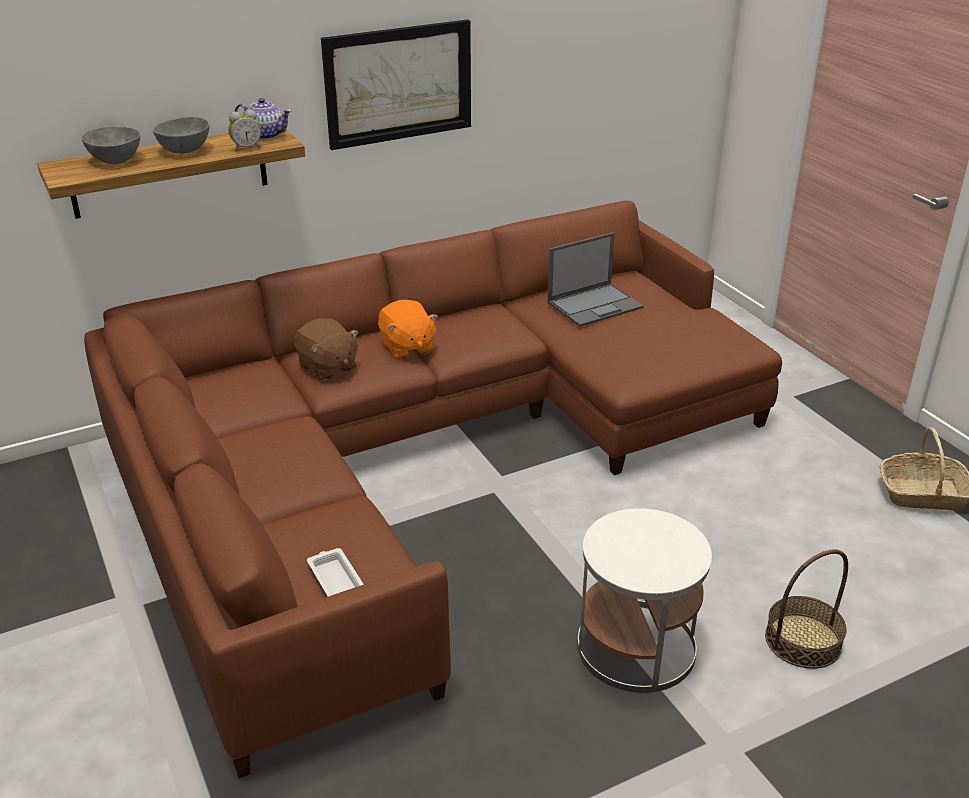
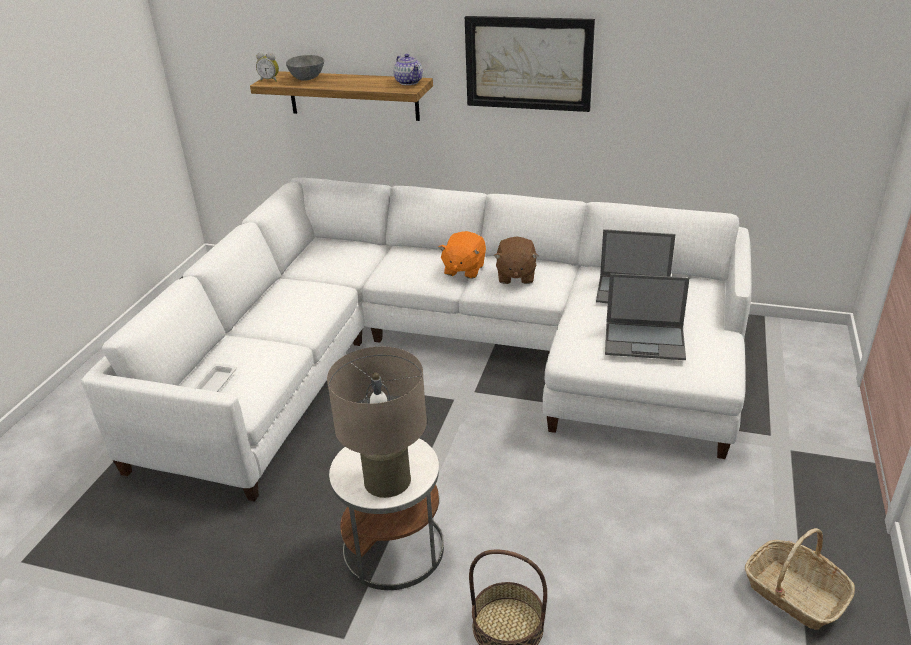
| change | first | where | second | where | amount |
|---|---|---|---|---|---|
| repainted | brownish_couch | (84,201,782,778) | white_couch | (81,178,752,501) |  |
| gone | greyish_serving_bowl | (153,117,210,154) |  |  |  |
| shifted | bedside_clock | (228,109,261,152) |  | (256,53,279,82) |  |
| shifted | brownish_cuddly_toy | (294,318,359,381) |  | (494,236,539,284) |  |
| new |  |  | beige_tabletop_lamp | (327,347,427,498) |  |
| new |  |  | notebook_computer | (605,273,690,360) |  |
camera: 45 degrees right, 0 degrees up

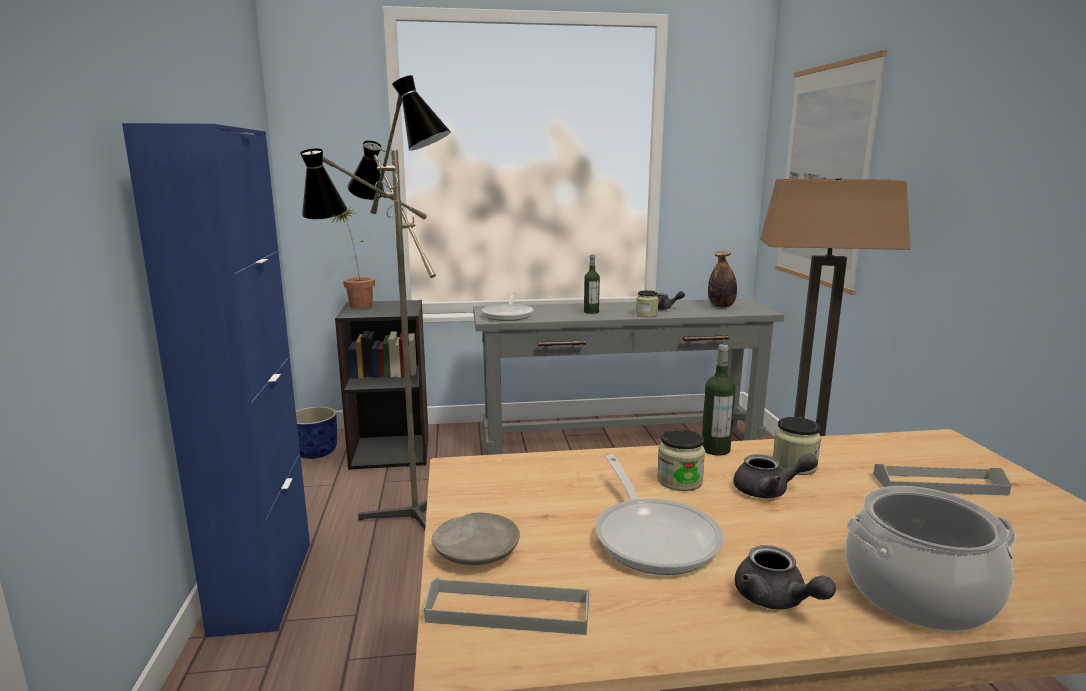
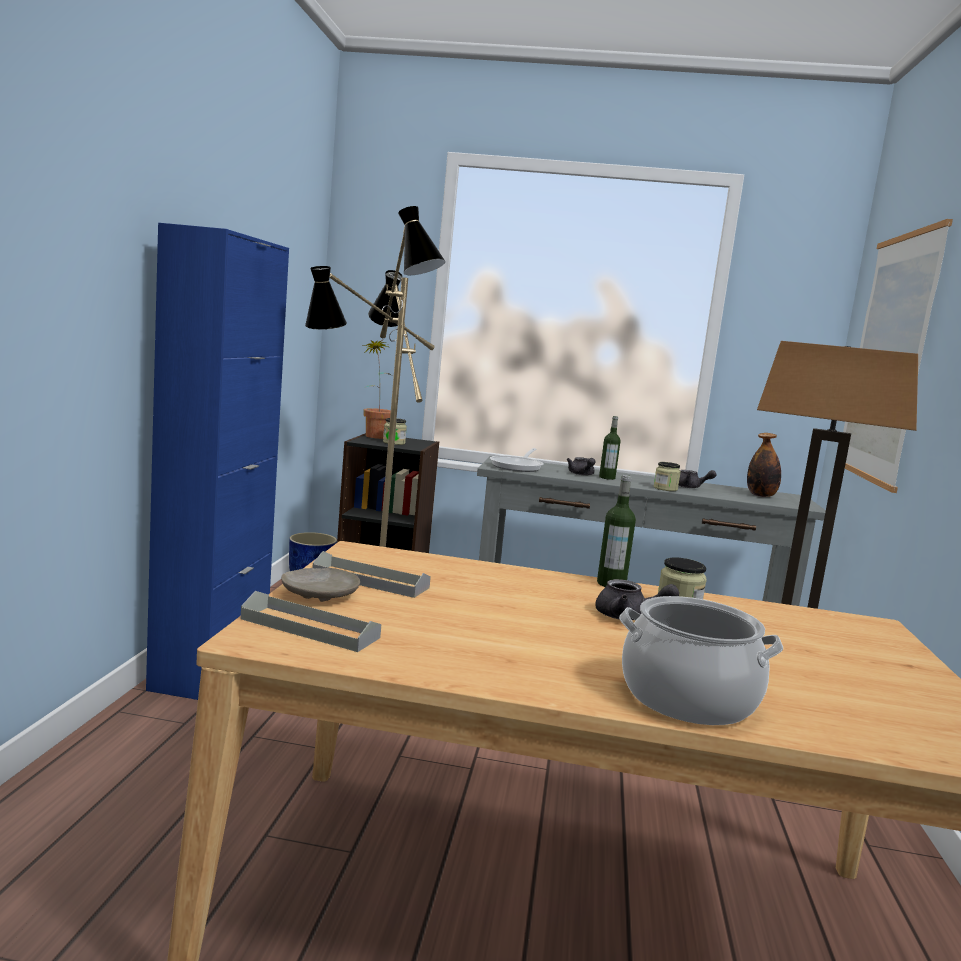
| change | first | where | second | where | amount |
|---|---|---|---|---|---|
| gone | skillet | (595,455,724,575) |  |  |  |
| shifted | preserve_jar | (657,430,705,491) |  | (383,418,407,445) |  |
| shifted | greyish_tea_pot | (735,545,836,610) |  | (567,457,596,476) |  |
| shifted | greyish_carrying_tray | (873,464,1012,496) |  | (312,551,431,598) |  |
camera: 15 degrees right, 5 degrees down

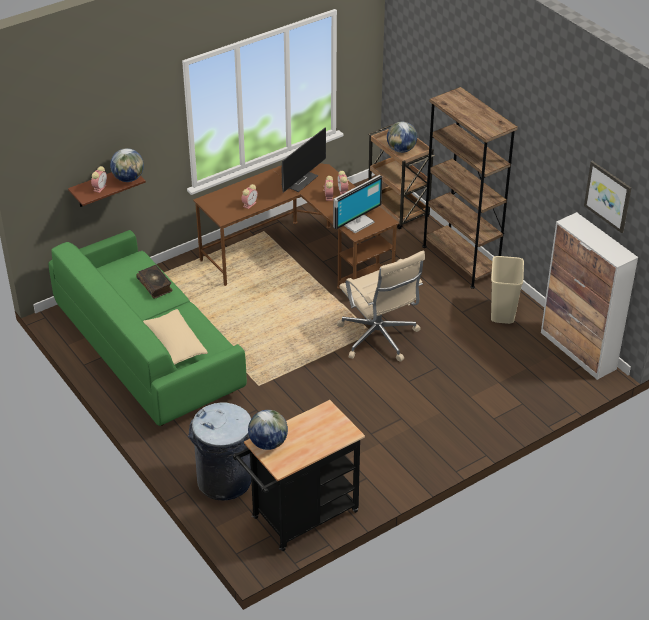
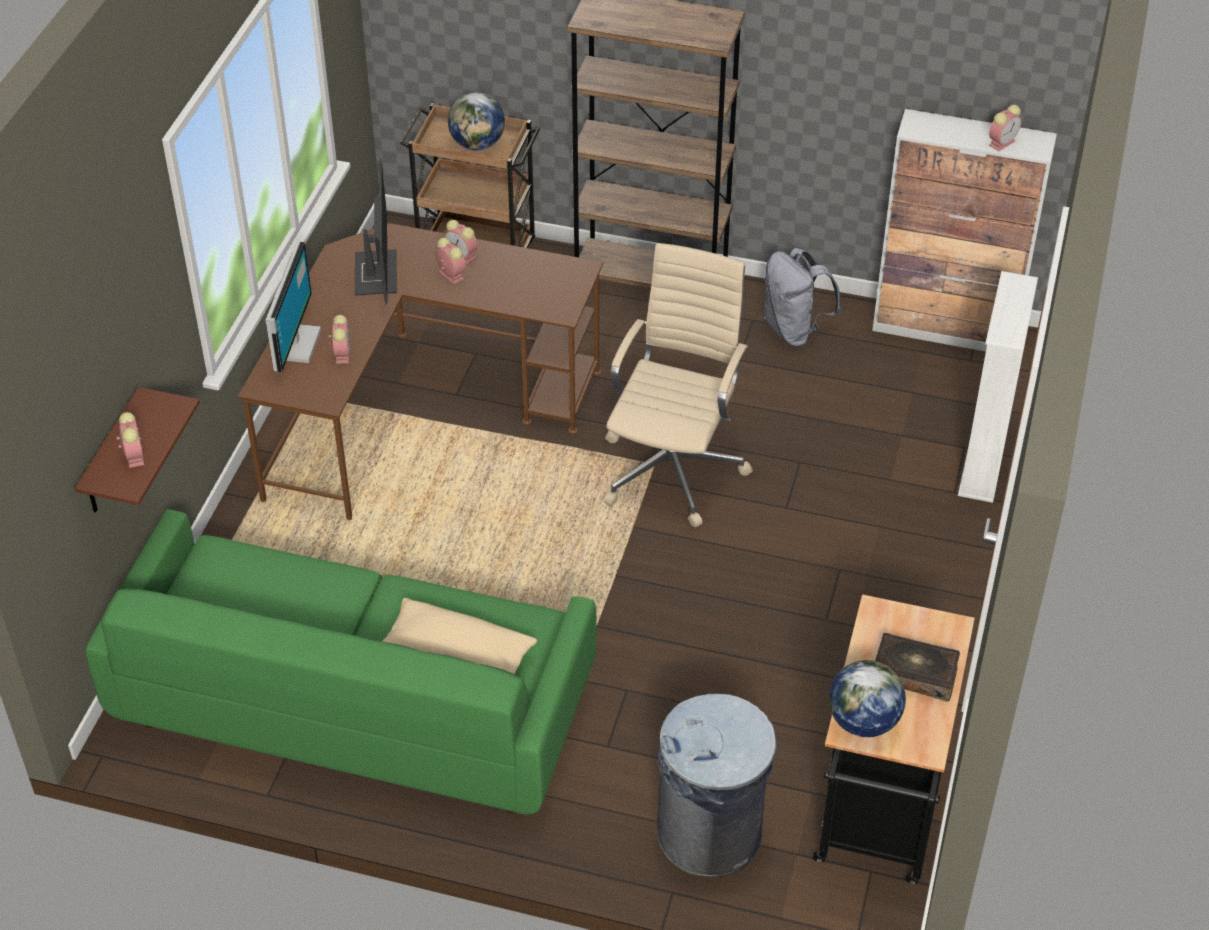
| change | first | where | second | where | amount |
|---|---|---|---|---|---|
| gone | world_globe | (110,148,144,182) |  |  |  |
| shifted | bound_book | (136,265,173,299) |  | (875,633,960,701) |  |
| shifted | computer_screen | (333,175,382,233) |  | (265,241,321,372) |  |
| rotated | beige_office_chair | (337,250,425,362) |  | (604,243,753,528) | 90 degrees counterclockwise |
| swapped | beige_waste_bin | (491,256,524,324) | greyish_backpack | (763,248,841,347) |  |
| gone | wall_picture | (584,161,631,233) |  |  |  |
| new |  |  | white_bookcase | (958,271,1038,503) |  |
| new |  |  | bedside_clock | (989,105,1021,151) |  |
camera: 40 degrees left, 5 degrees up

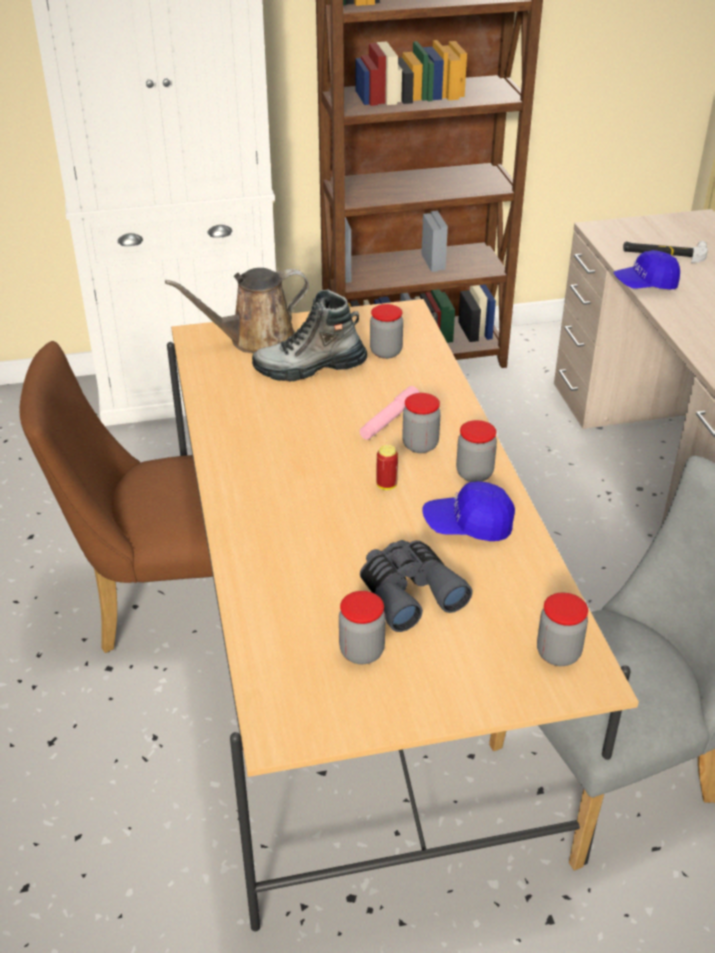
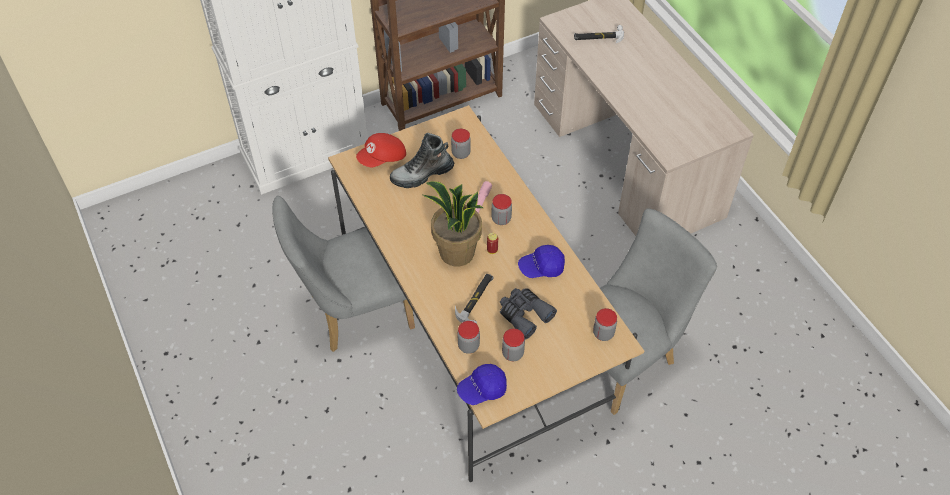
| change | first | where | second | where | amount |
|---|---|---|---|---|---|
| repainted | brownish_plain_chair | (20,341,213,653) | greyish_plain_chair | (272,196,415,352) |  |
| swapped | brownish_sprinkling_can | (165,268,309,353) | red-coloured_cap | (356,133,406,167) |  |
| shifted | preserve_jar | (456,420,497,482) |  | (458,321,480,354) |  |
| shifted | blue-coloured_cap | (613,250,680,289) |  | (457,364,507,405) |  |
| new |  |  | potted_plant | (423,181,483,266) |  |
| new |  |  | hand_hammer | (455,274,494,324) |  |
camera: 15 degrees left, 15 degrees up

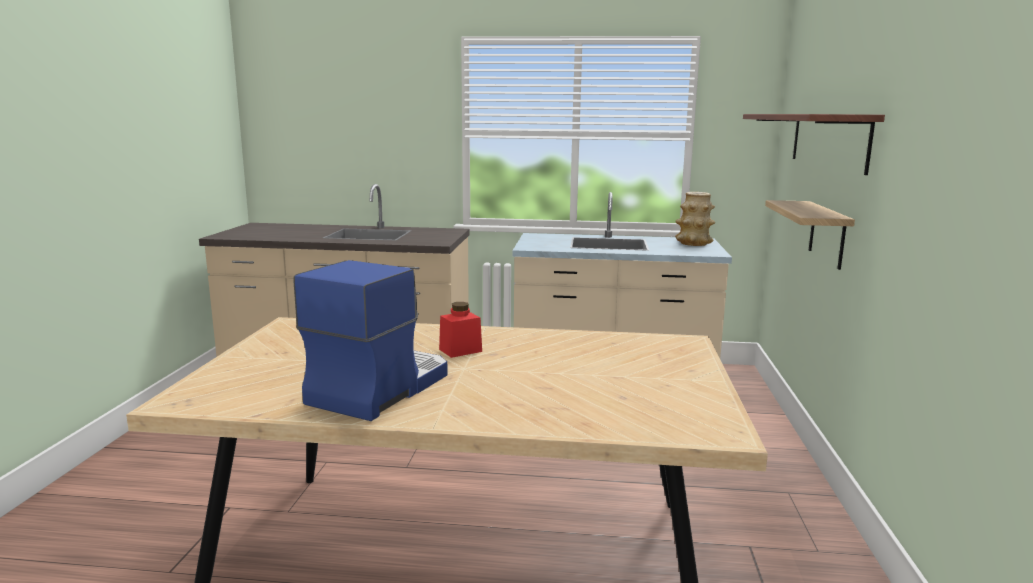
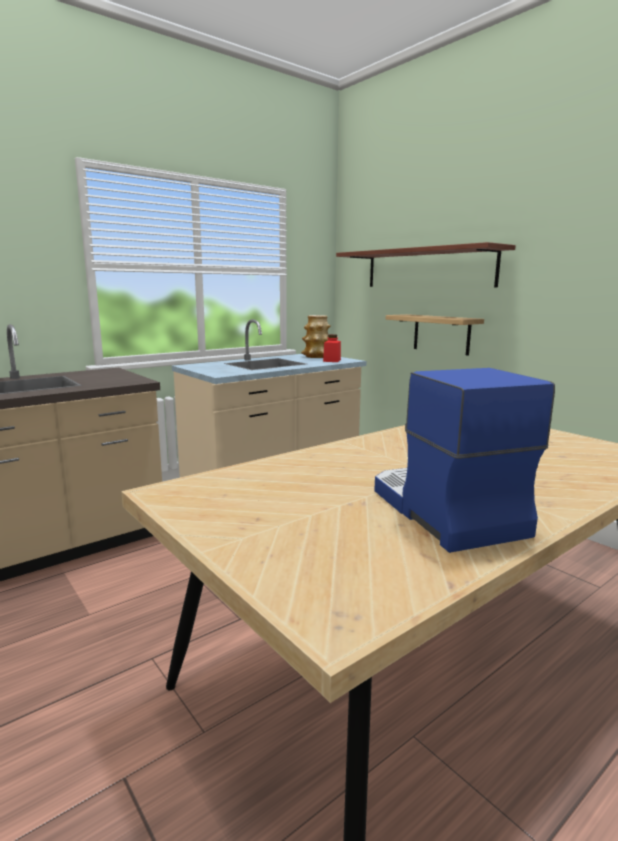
| change | first | where | second | where | amount |
|---|---|---|---|---|---|
| shifted | red-coloured_preserve_jar | (439,302,482,358) |  | (323,334,341,362) |  |
camera: 45 degrees left, 0 degrees up

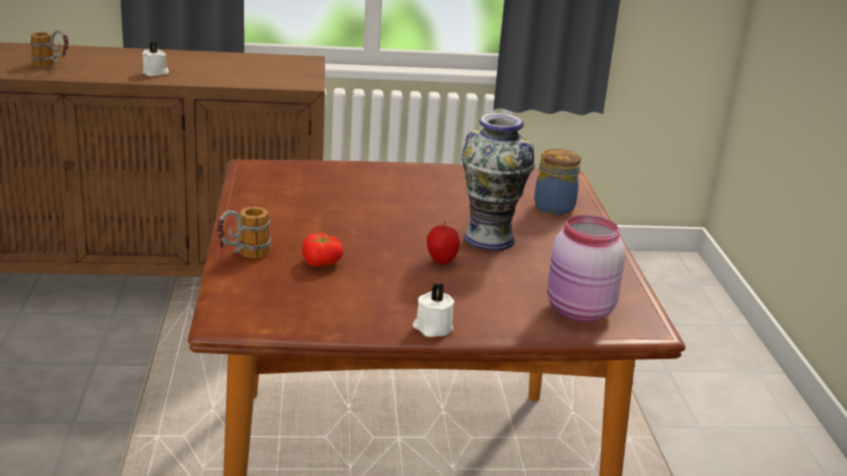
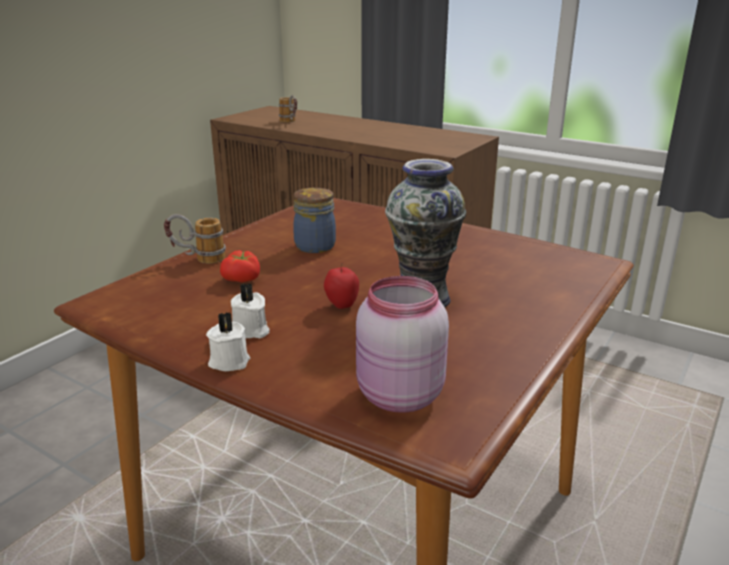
| change | first | where | second | where | amount |
|---|---|---|---|---|---|
| shifted | white_candle | (142,41,169,76) |  | (231,283,270,338) |  |
| shifted | preserve_jar | (534,149,581,215) |  | (293,188,336,253) |  |
camera: 40 degrees right, 0 degrees up

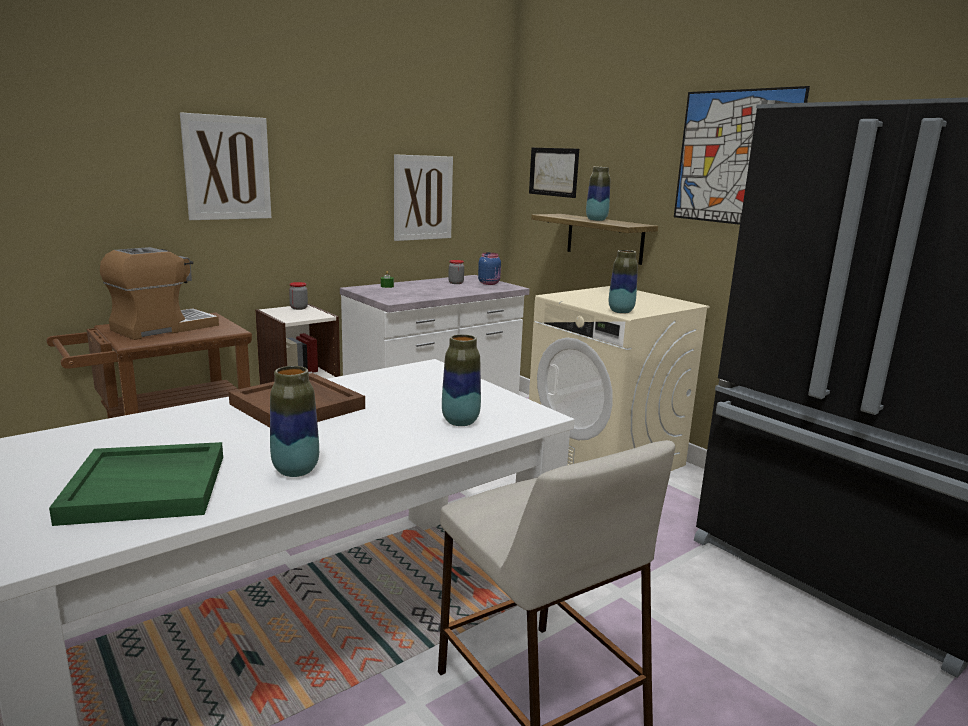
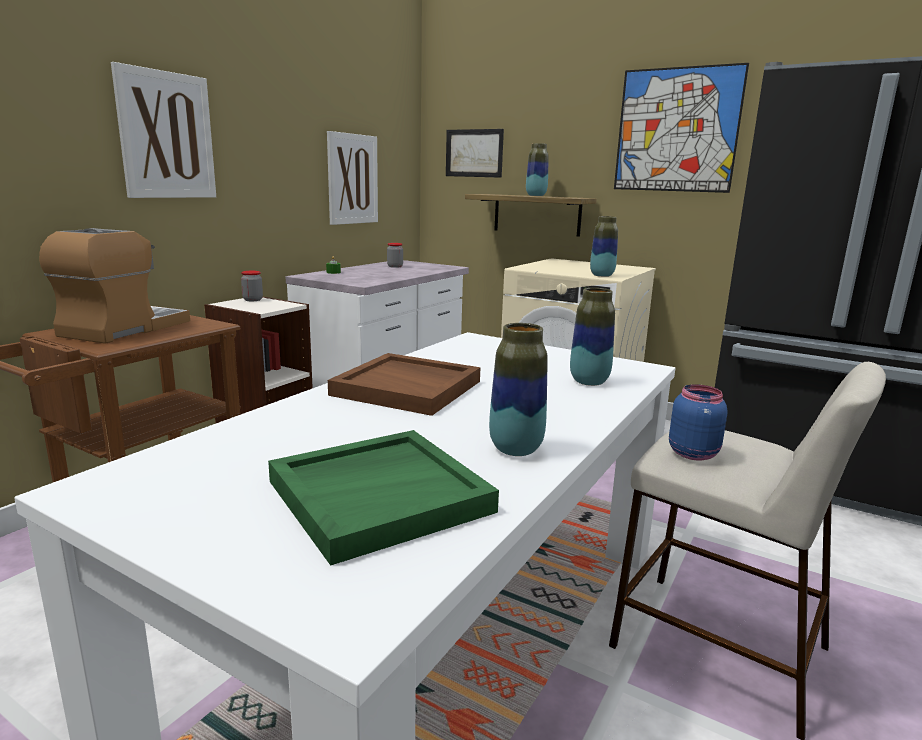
| change | first | where | second | where | amount |
|---|---|---|---|---|---|
| shifted | blue-coloured_preserve_jar | (478,253,501,285) |  | (669,384,727,461) |  |
camera: 20 degrees left, 0 degrees up

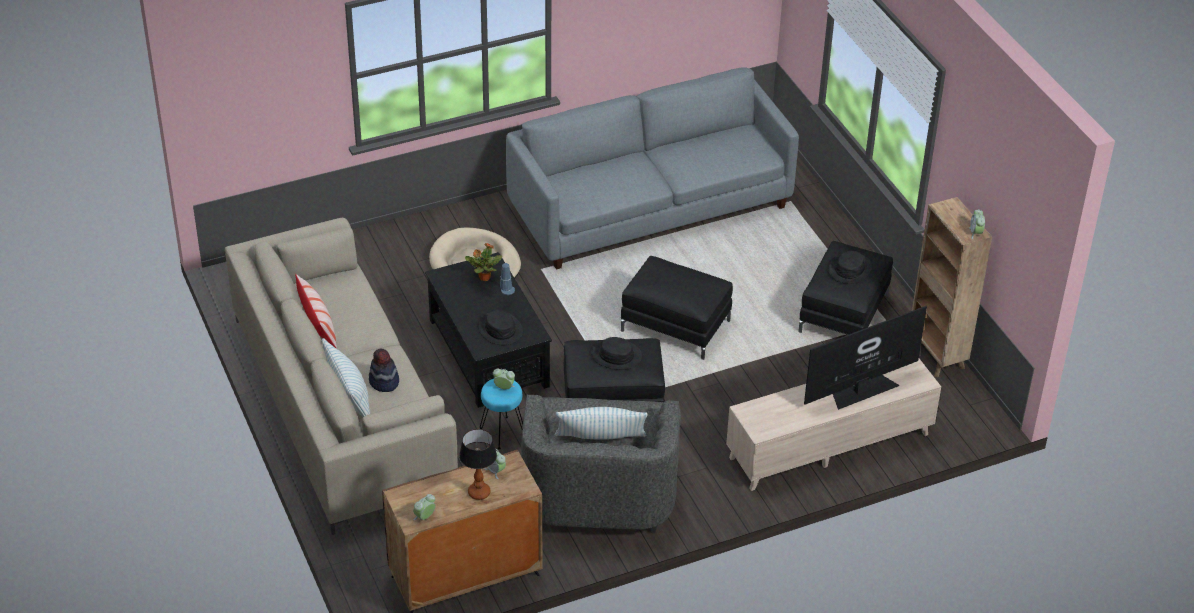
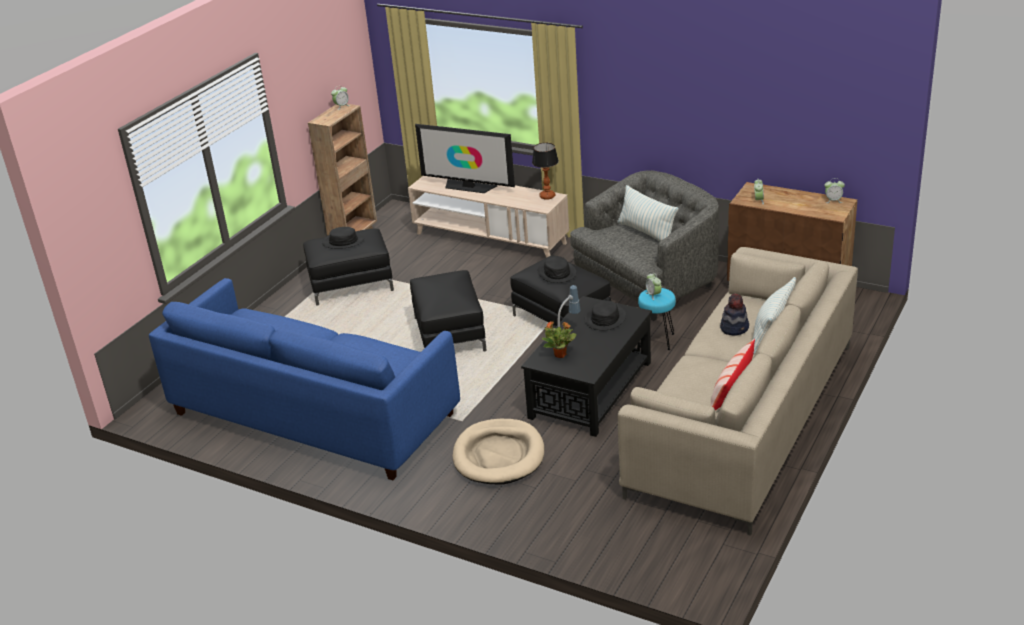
| change | first | where | second | where | amount |
|---|---|---|---|---|---|
| shifted | tabletop_lamp | (459,429,497,500) |  | (532,143,559,200) |  |
| repainted | greyish_couch | (506,67,799,270) | blue-coloured_couch | (149,278,460,480) |  |
camera: 125 degrees left, 10 degrees down

